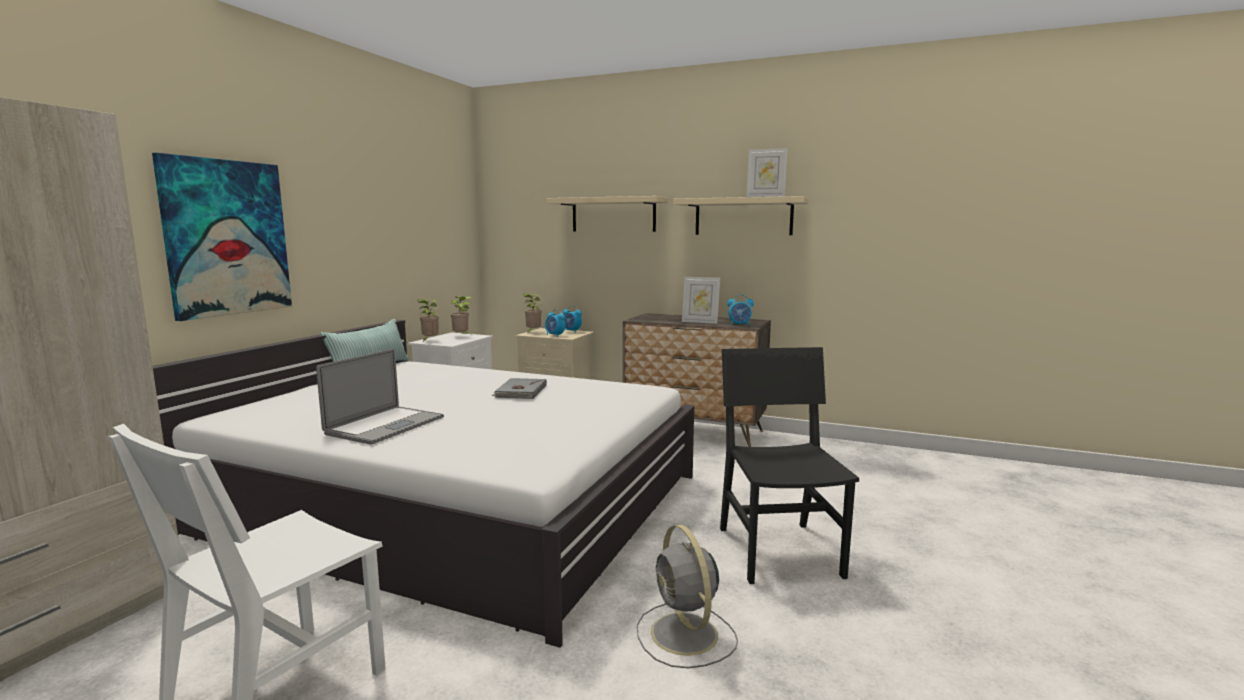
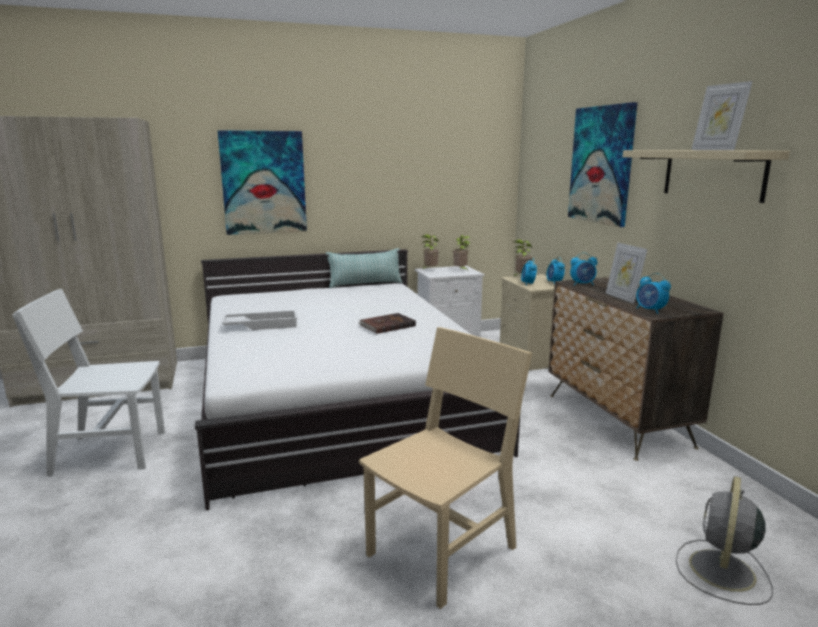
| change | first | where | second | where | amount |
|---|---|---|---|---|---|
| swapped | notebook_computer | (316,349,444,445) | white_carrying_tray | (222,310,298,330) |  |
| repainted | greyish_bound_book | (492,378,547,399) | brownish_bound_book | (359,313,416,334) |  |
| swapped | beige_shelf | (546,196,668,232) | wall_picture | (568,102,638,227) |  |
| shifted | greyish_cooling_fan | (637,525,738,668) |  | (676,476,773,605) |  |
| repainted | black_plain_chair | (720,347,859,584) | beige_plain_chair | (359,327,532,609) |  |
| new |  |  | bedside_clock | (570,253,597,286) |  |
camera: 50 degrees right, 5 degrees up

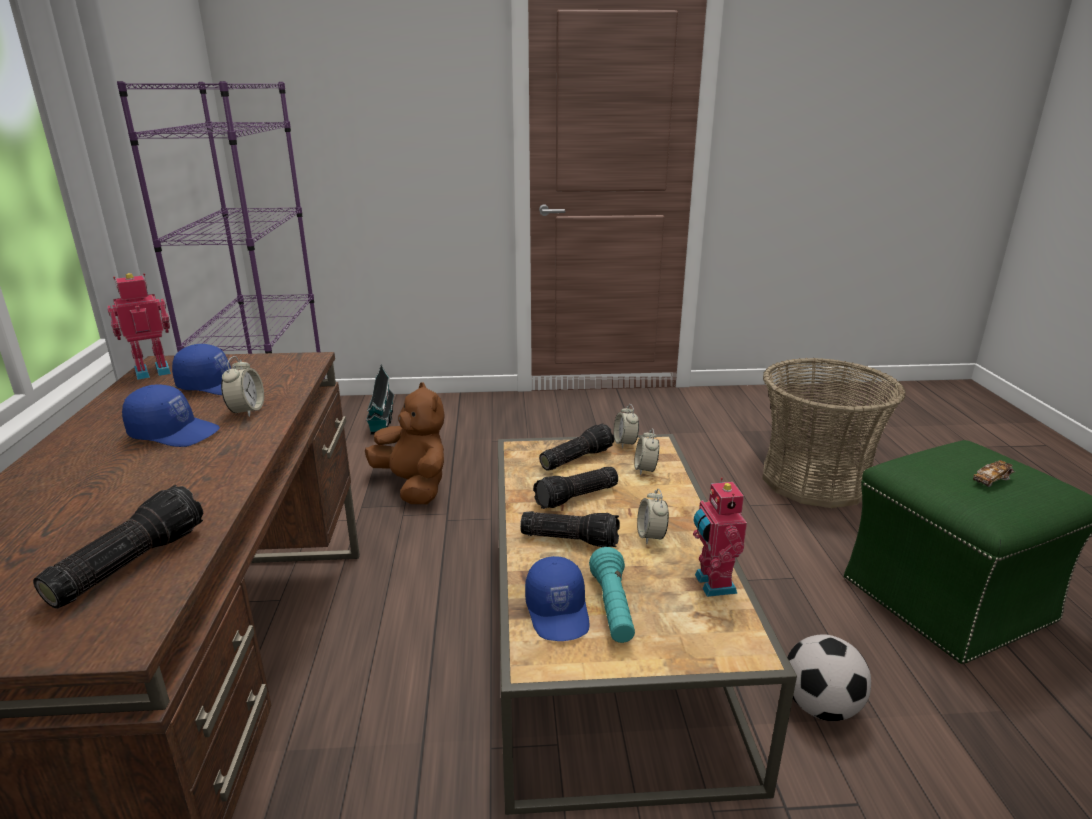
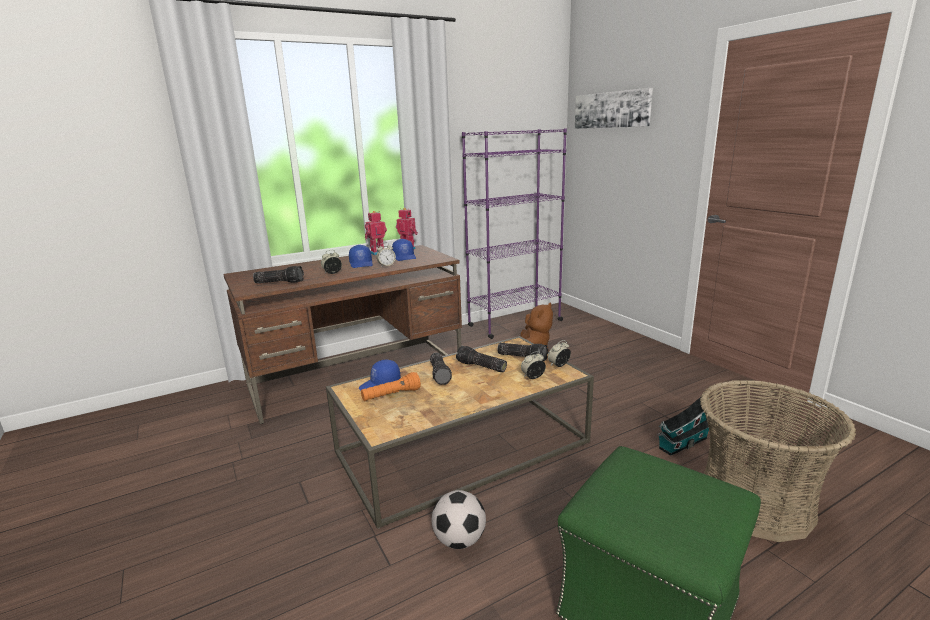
| change | first | where | second | where | amount |
|---|---|---|---|---|---|
| shifted | toy_house | (366,364,395,434) |  | (657,397,710,456) |  |
| repainted | blue-green_hand_torch | (589,547,635,643) | orange-coloured_hand_torch | (361,372,421,401) |  |
| shifted | bedside_clock | (637,488,669,544) |  | (321,250,342,274) |  |
| shifted | model_robot | (693,478,747,597) |  | (365,211,387,255) |  |
| gone | model_car | (973,460,1015,487) |  |  |  |
| new |  |  | wall_picture | (575,88,653,129) |  |
camera: 65 degrees right, 5 degrees down

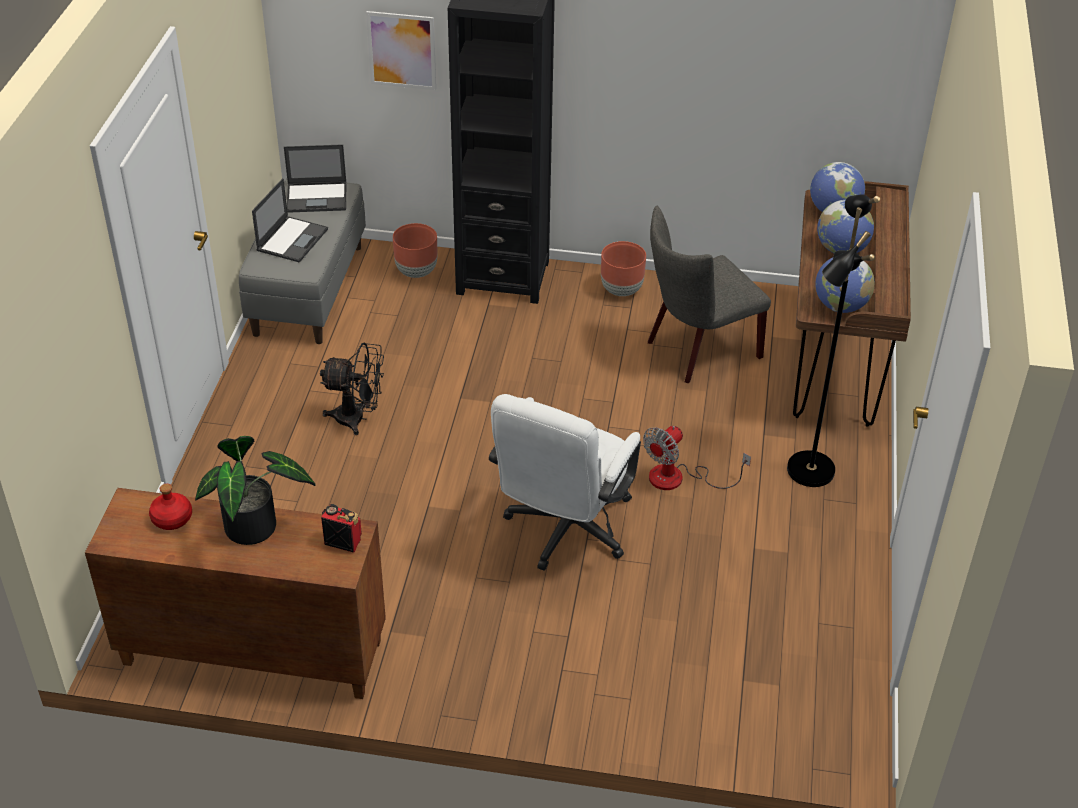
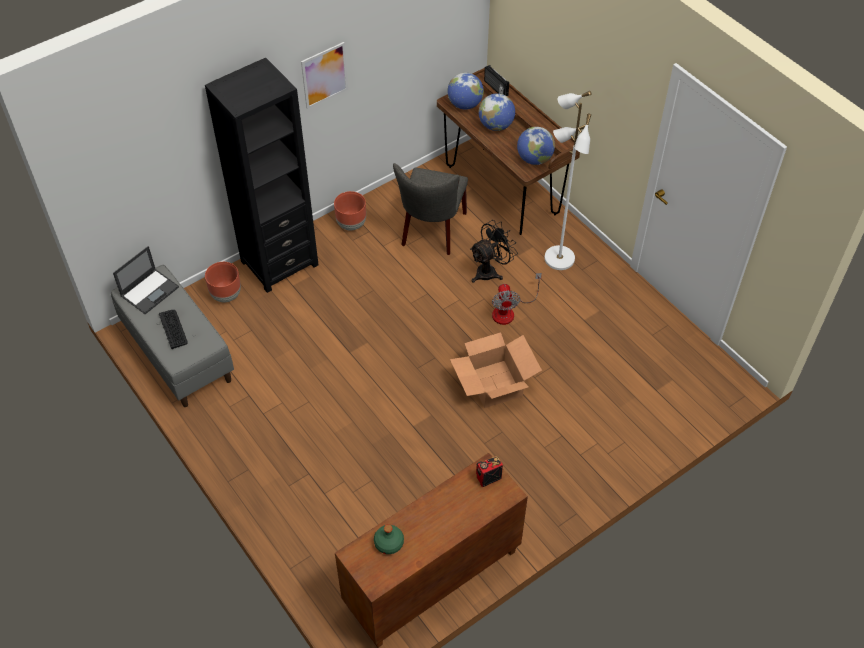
| change | first | where | second | where | amount |
|---|---|---|---|---|---|
| repainted | red-coloured_bottle | (149,484,192,530) | green-coloured_bottle | (374,524,404,554) |  |
| gone | potted_plant | (195,436,316,545) |  |  |  |
| swapped | notebook_computer | (252,178,328,263) | computer_keyboard | (159,310,188,349) |  |
| shifted | black_cooling_fan | (320,342,384,435) |  | (470,220,518,283) |  |
| shifted | wall_picture | (366,11,436,90) |  | (301,42,348,109) |  |
| swapped | white_office_chair | (489,394,641,571) | carton | (450,332,542,408) |  |
| repainted | black_floor_lamp | (787,194,880,487) | white_floor_lamp | (544,91,592,270) |  |
| new |  |  | radio_set | (484,65,509,96) |  |
camera: 45 degrees left, 10 degrees up

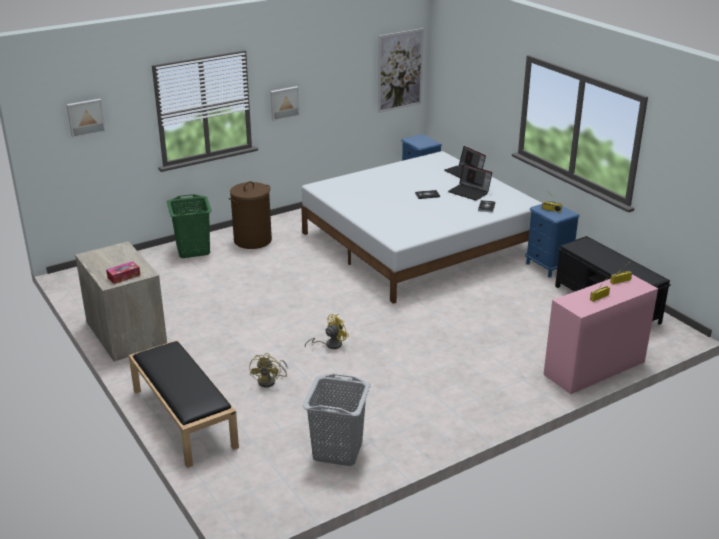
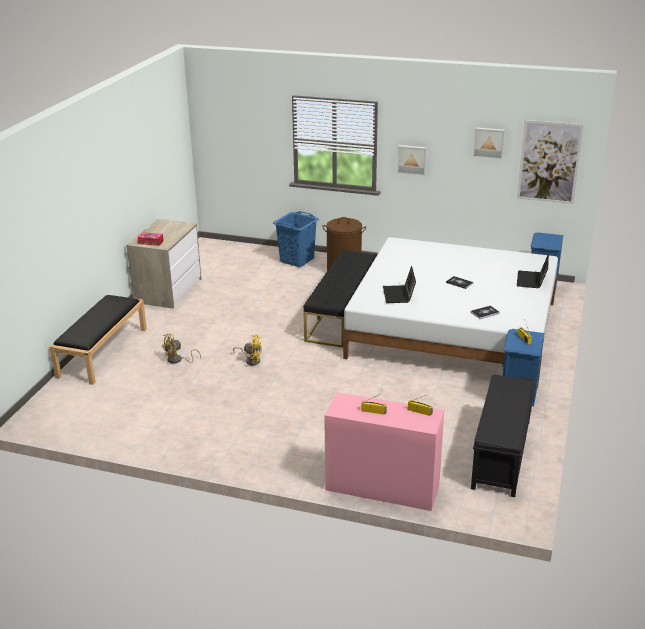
| change | first | where | second | where | amount |
|---|---|---|---|---|---|
| shifted | wall_picture | (66,99,106,138) |  | (473,127,505,159) |  |
| repainted | green-coloured_hamper | (167,194,212,258) | blue-coloured_hamper | (273,211,319,267) |  |
| gone | greyish_hamper | (302,373,371,466) |  |  |  |
| shifted | notebook_computer | (448,164,492,200) |  | (383,266,416,303) |  |
| new |  |  | black_long_seat | (304,250,377,347) |  |
camera: 50 degrees right, 0 degrees up

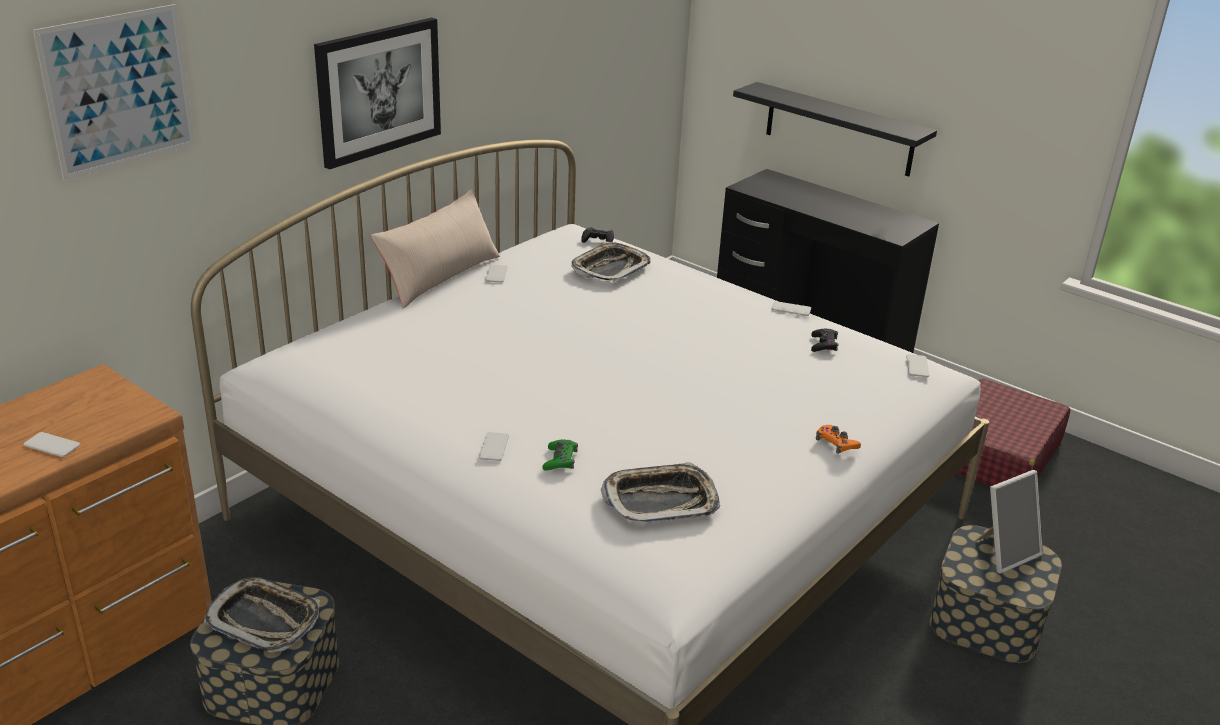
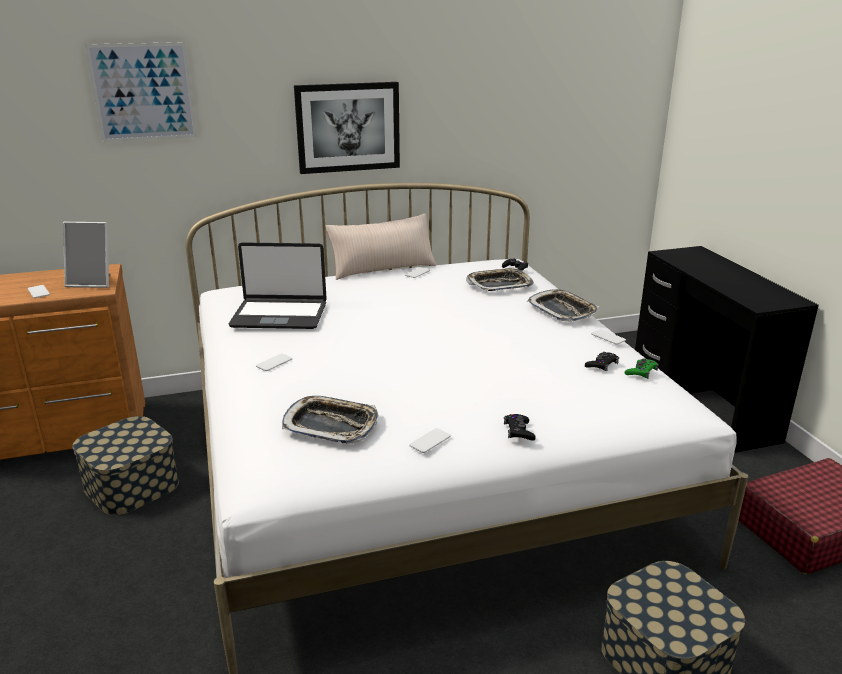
| change | first | where | second | where | amount |
|---|---|---|---|---|---|
| shifted | carrying_tray | (204,577,320,652) |  | (527,289,599,322) |  |
| shifted | green-coloured_game_controller | (543,440,578,471) |  | (625,359,659,379) |  |
| gone | black_shelf | (733,82,937,176) |  |  |  |
| repainted | orange-coloured_game_controller | (816,425,861,454) | black_game_controller | (504,414,536,441) |  |
| shifted | phone | (906,354,929,377) |  | (409,428,451,453) |  |
| shifted | photo_frame | (975,470,1043,574) |  | (63,222,111,288) |  |
| new |  |  | notebook_computer | (229,242,327,329) |  |
camera: 35 degrees right, 5 degrees down

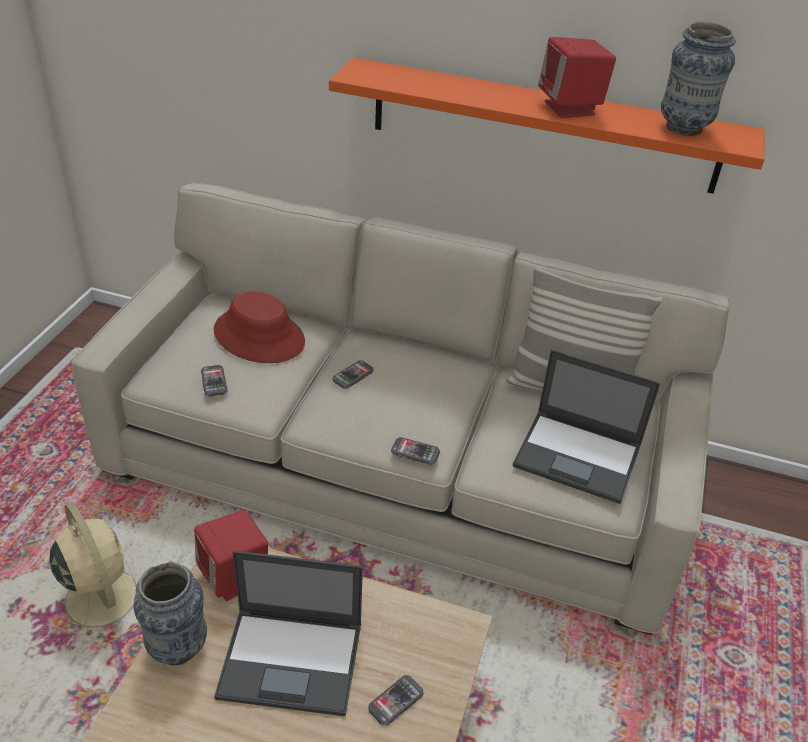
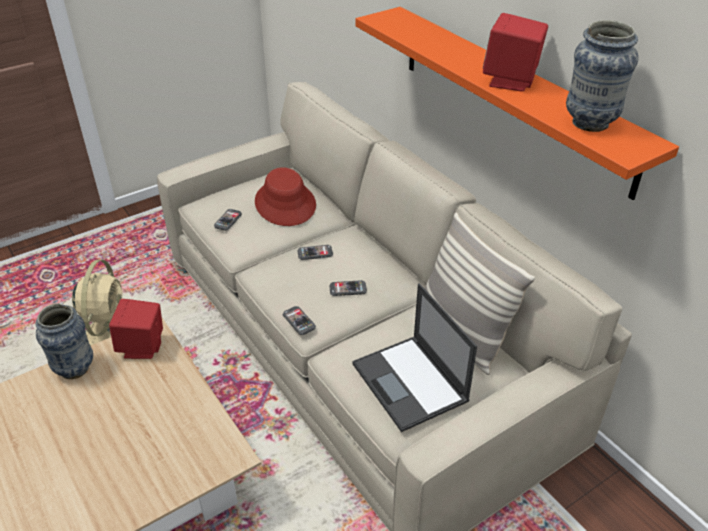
| change | first | where | second | where | amount |
|---|---|---|---|---|---|
| gone | notebook_computer | (214,550,363,716) |  |  |  |
| shifted | phone | (368,675,423,726) |  | (329,280,367,296) |  |
camera: 40 degrees right, 0 degrees up

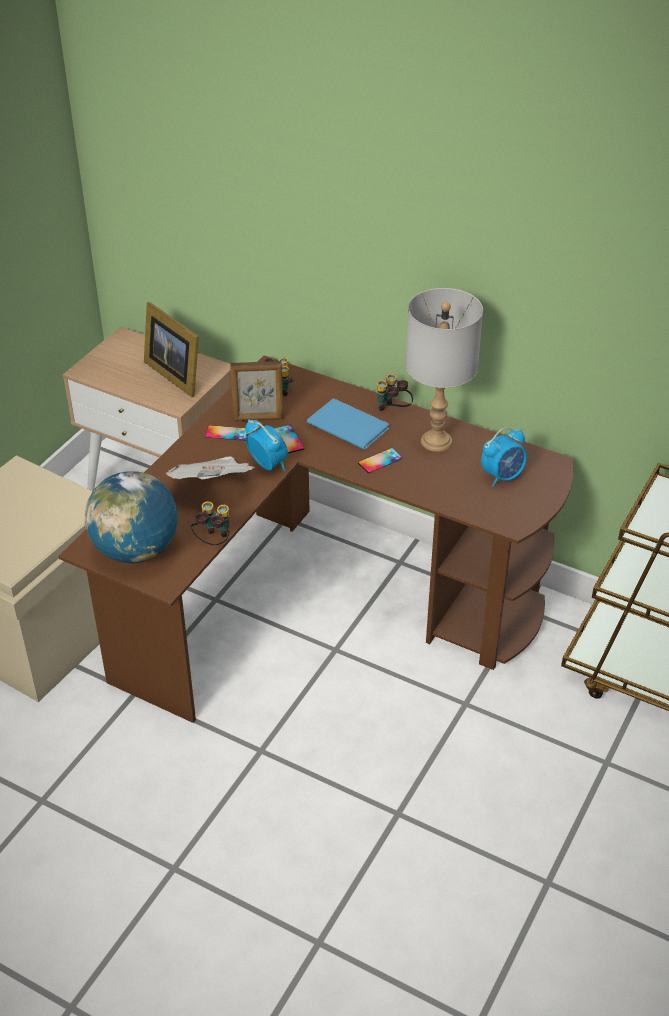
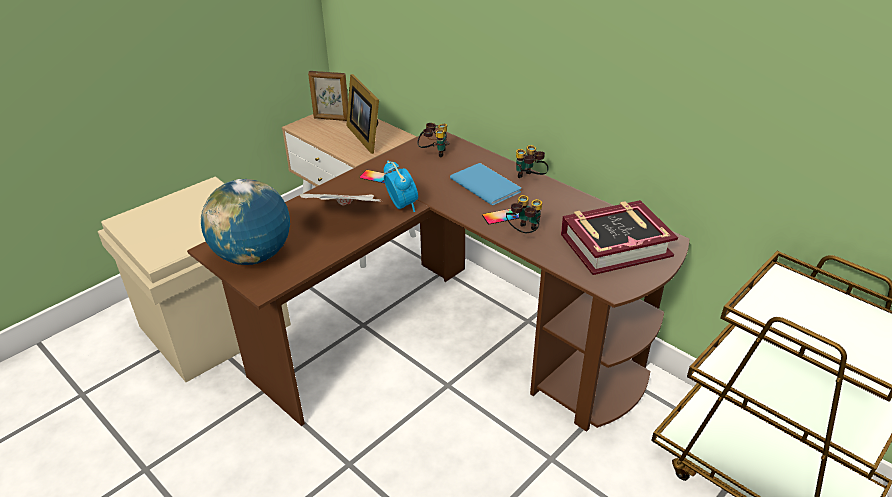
| change | first | where | second | where | amount |
|---|---|---|---|---|---|
| shifted | pair_of_binoculars | (191,501,229,545) |  | (506,195,542,233) |  |
| shifted | photo_frame | (230,361,283,421) |  | (308,71,348,121) |  |
| gone | phone | (274,425,304,453) |  |  |  |
| gone | greyish_tabletop_lamp | (406,288,483,452) |  |  |  |
| swapped | bedside_clock | (481,428,527,487) | bound_book | (561,200,678,275) |  |
camera: 15 degrees right, 5 degrees down

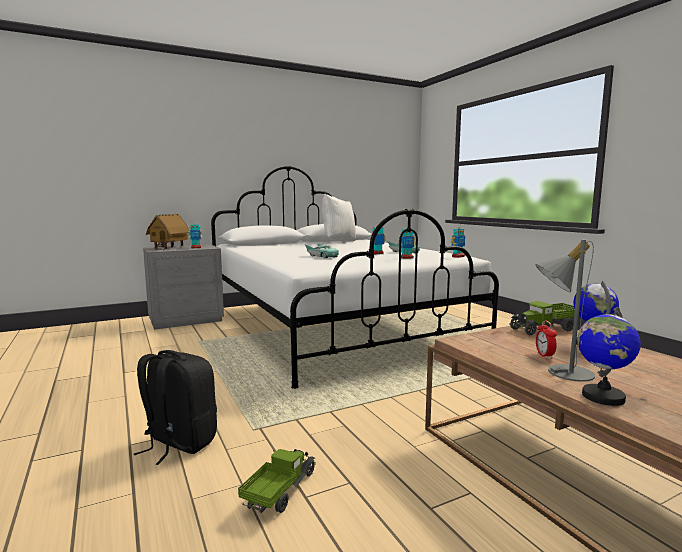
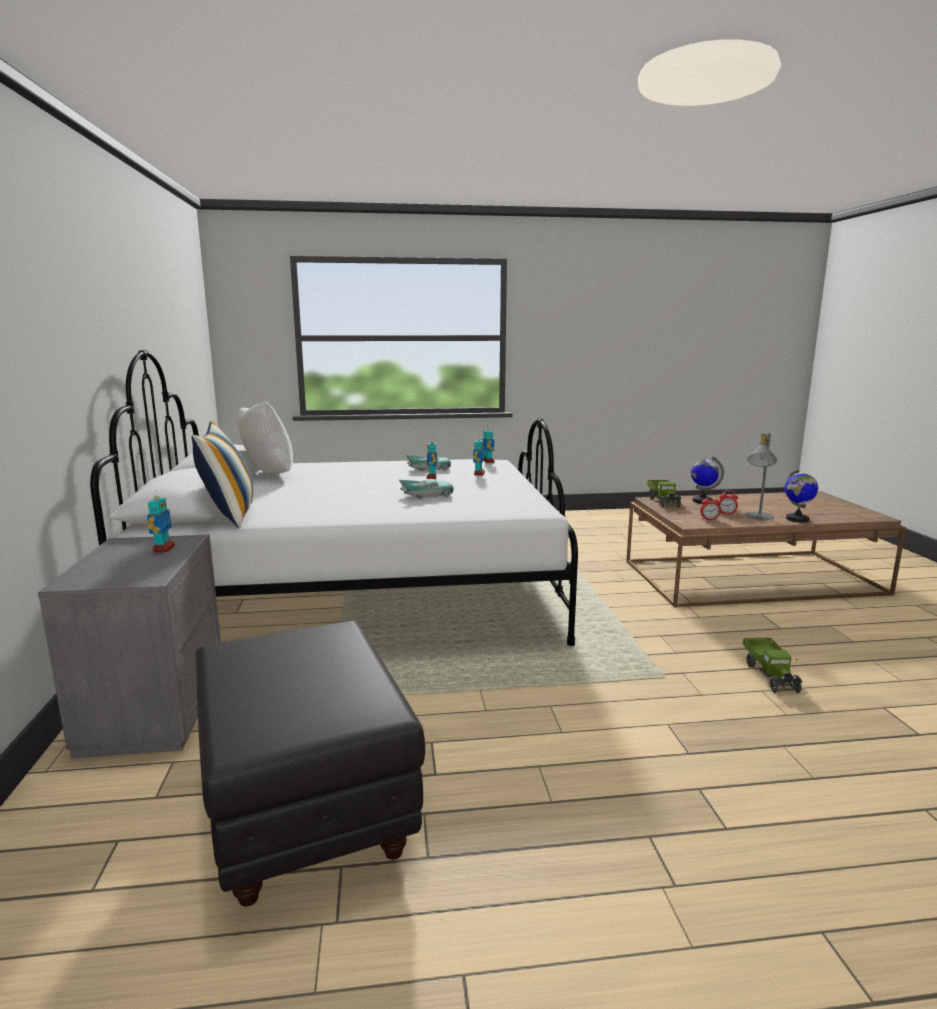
| change | first | where | second | where | amount |
|---|---|---|---|---|---|
| gone | black_backpack | (134,350,217,465) |  |  |  |
| gone | toy_house | (146,214,190,250) |  |  |  |
| rotated | toy_truck | (238,449,316,513) |  | (743,638,803,693) | 135 degrees counterclockwise |
| new |  |  | throw_pillow | (192,421,253,528) |  |
| new |  |  | black_footrest | (196,621,425,907) |  |
| new |  |  | bedside_clock | (700,495,721,520) |  |
camera: 70 degrees left, 5 degrees up

